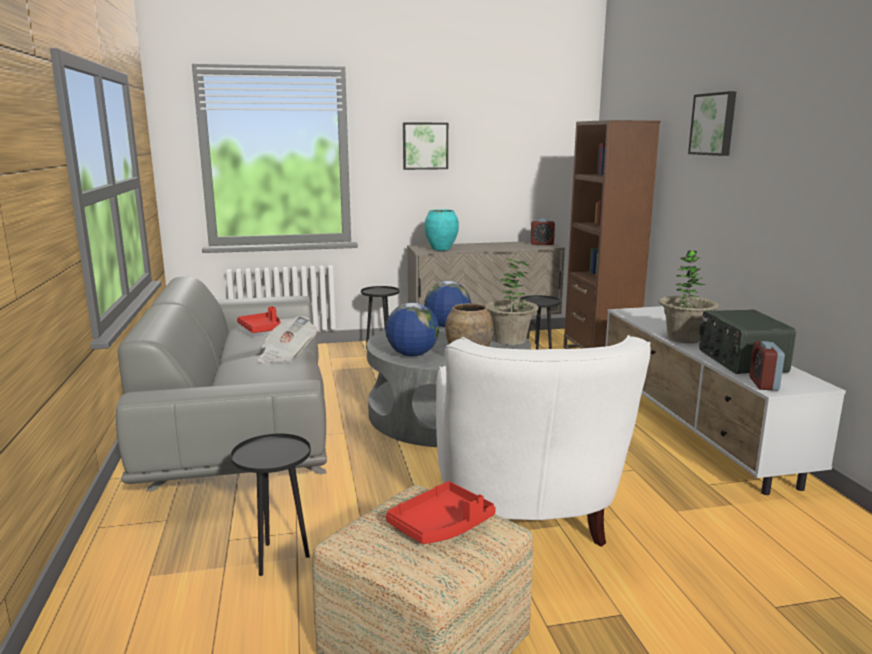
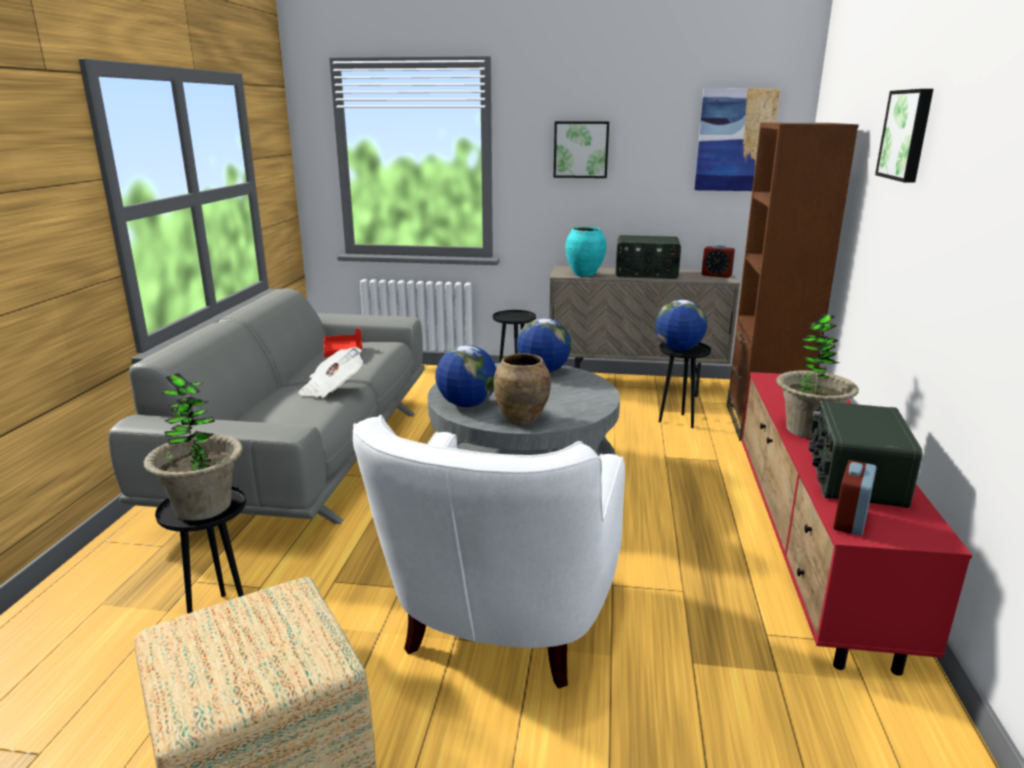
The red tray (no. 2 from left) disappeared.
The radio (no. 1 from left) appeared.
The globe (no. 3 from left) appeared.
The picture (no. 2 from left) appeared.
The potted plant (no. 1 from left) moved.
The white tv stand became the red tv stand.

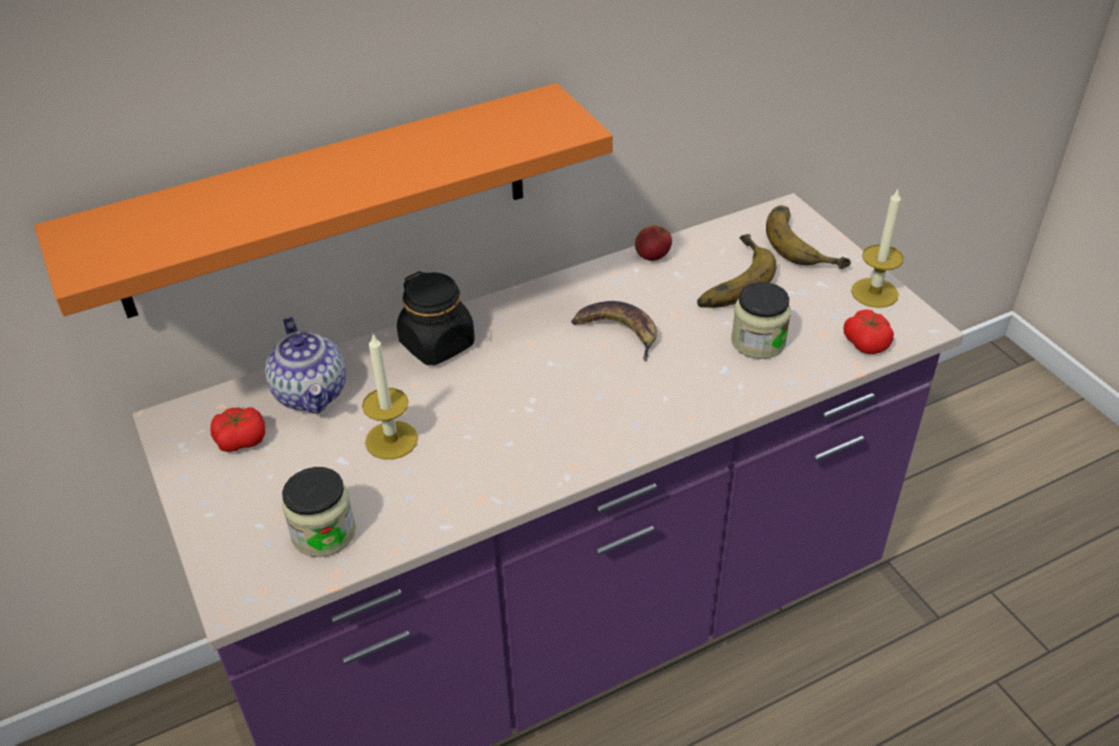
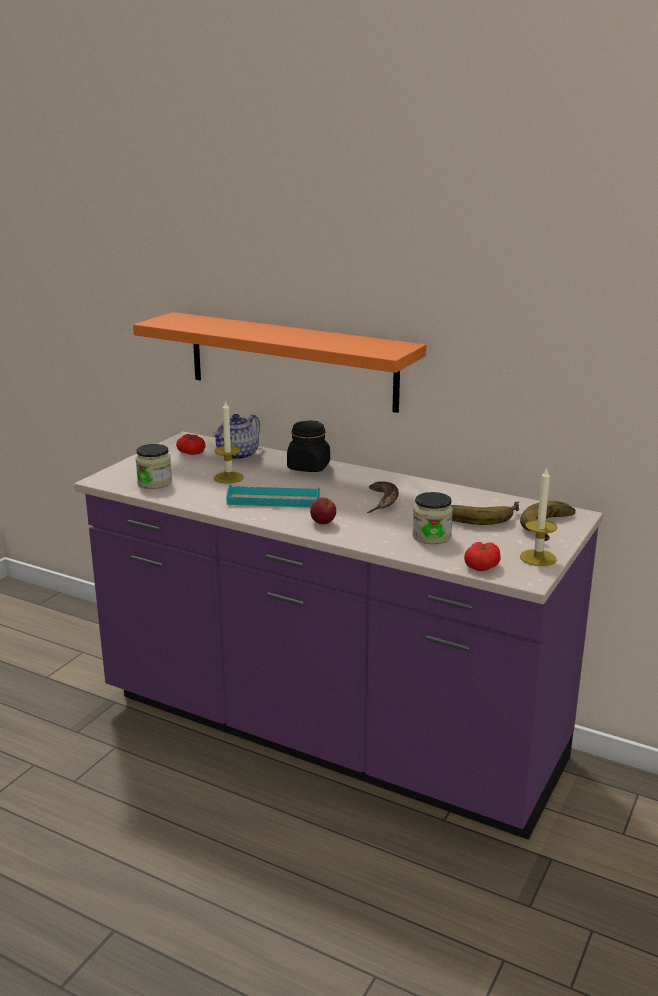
The turquoise tray appeared.
The apple moved.

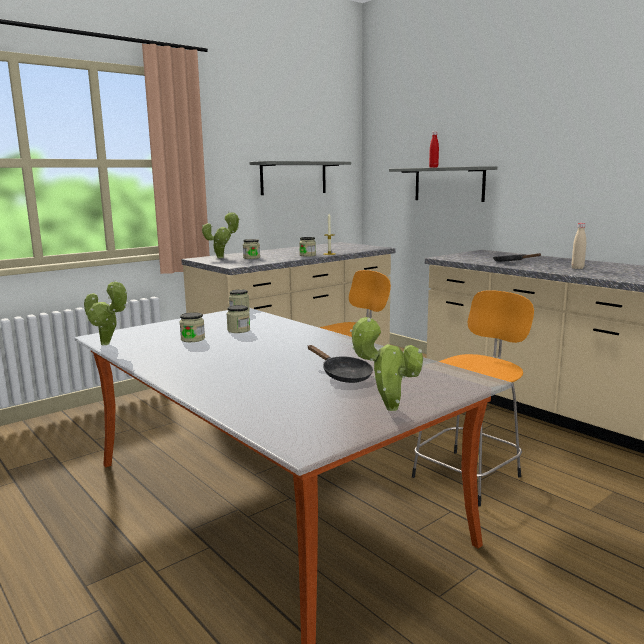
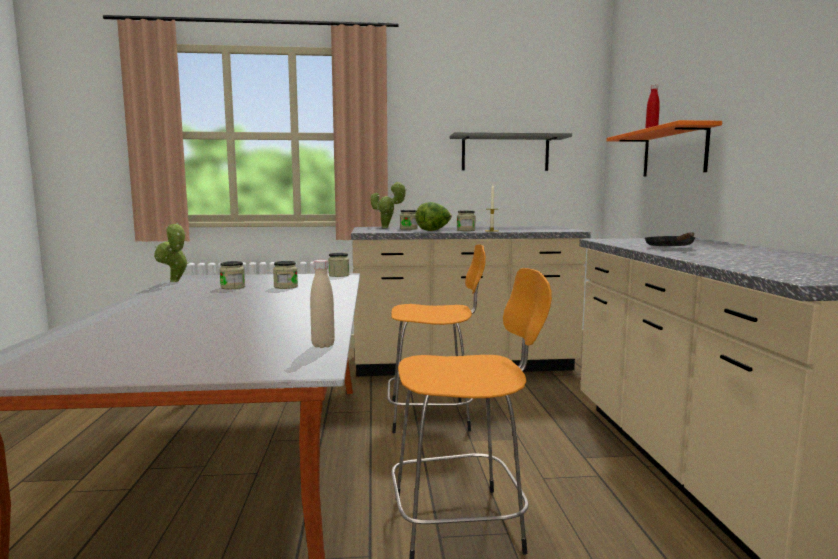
The black frying pan (no. 1 from left) disappeared.
The potted plant (no. 3 from left) disappeared.
The lettuce appeared.
The beige bottle moved.
The grey shelf (no. 2 from left) became the orange shelf.

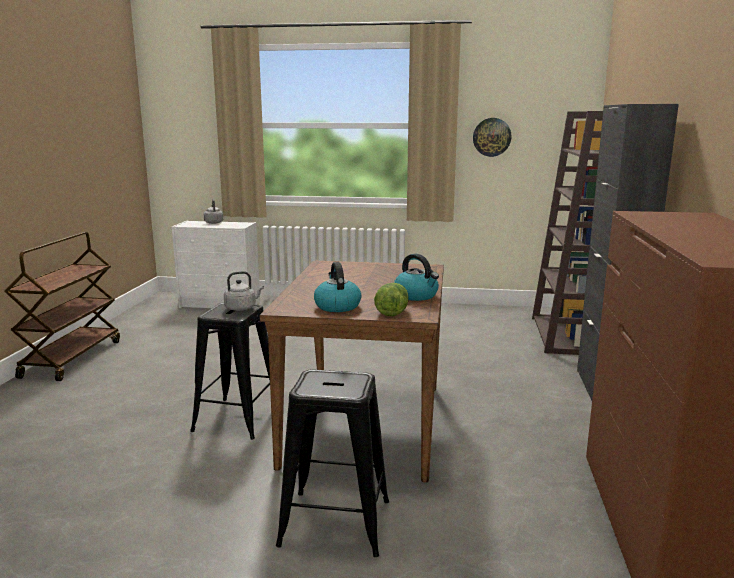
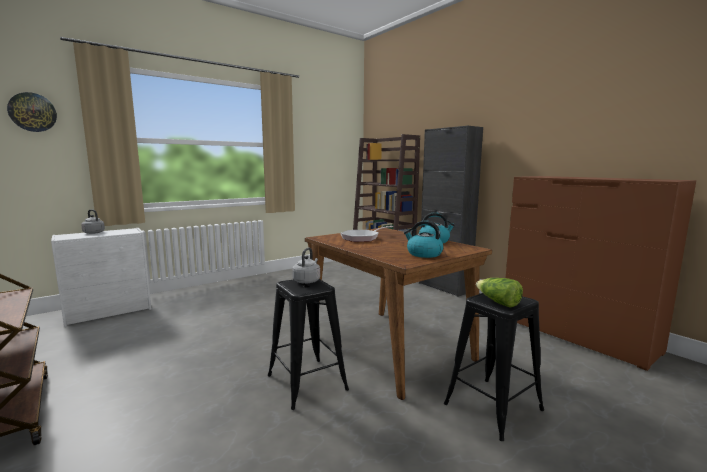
The frying pan appeared.
The lettuce moved.
The wall clock moved.

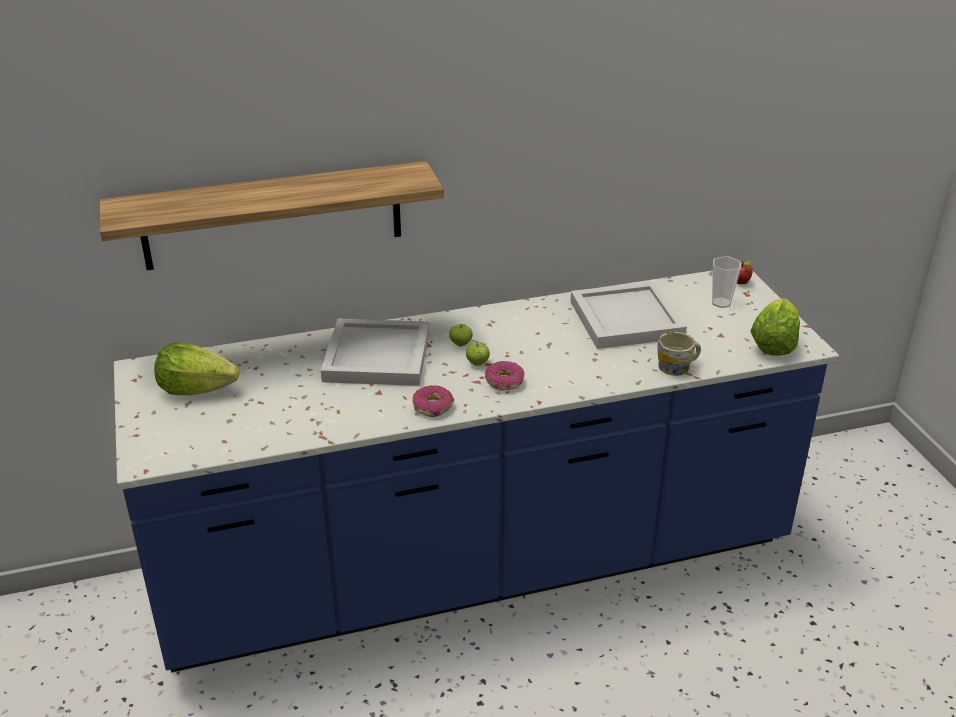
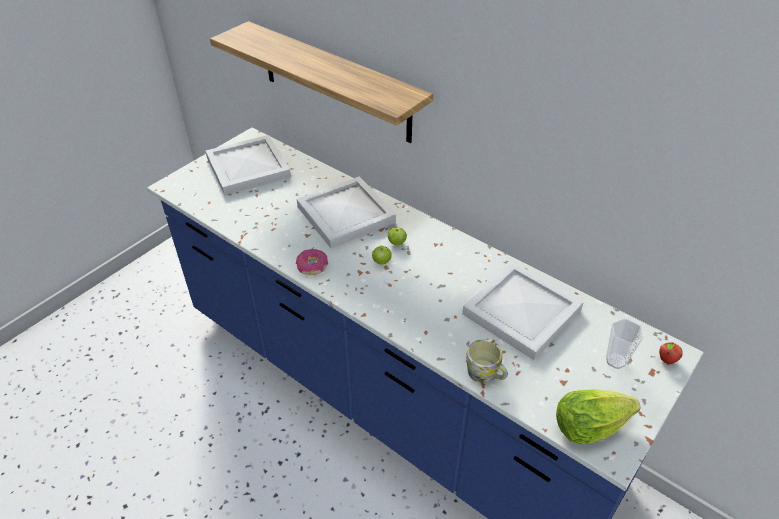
The donut (no. 2 from left) disappeared.
The lettuce (no. 1 from left) was replaced by the white tray (no. 1 from left).

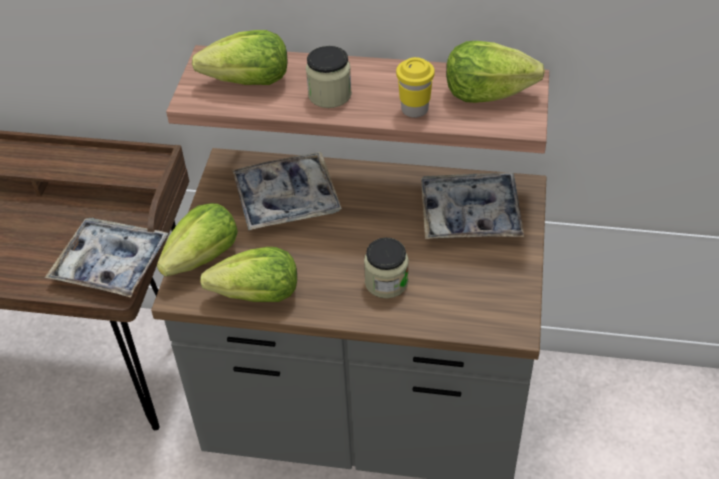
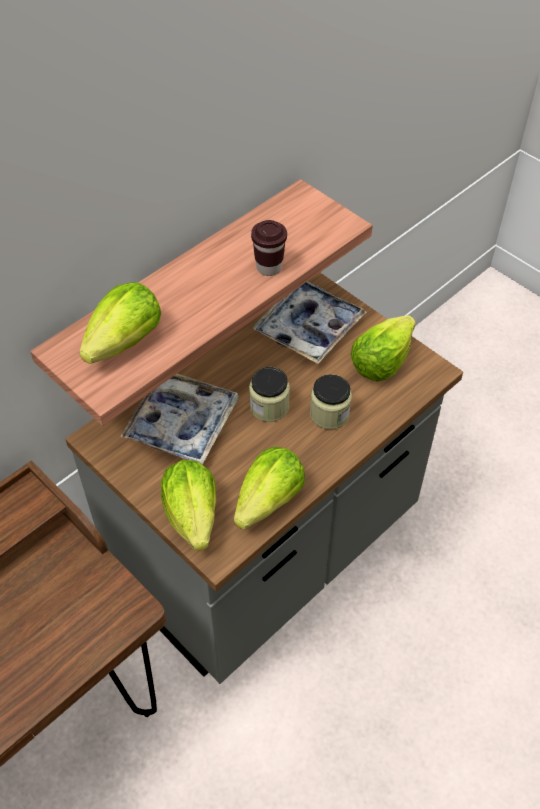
The tray (no. 1 from left) disappeared.
The jar (no. 1 from left) moved.
The lettuce (no. 4 from left) moved.
The yellow cup became the brown cup.

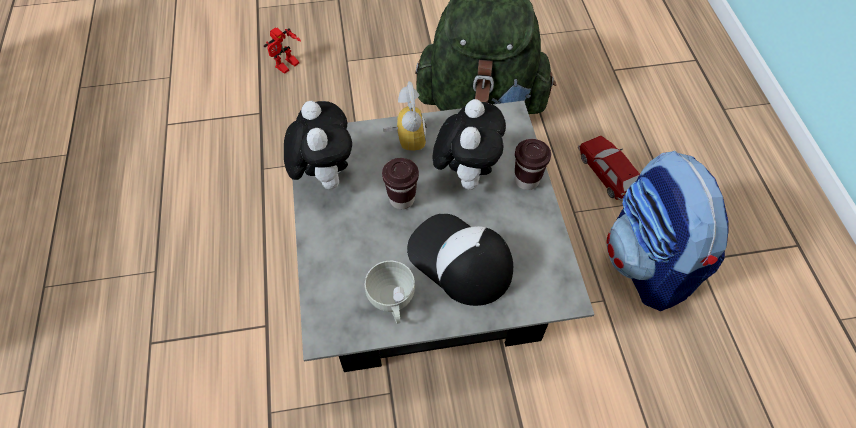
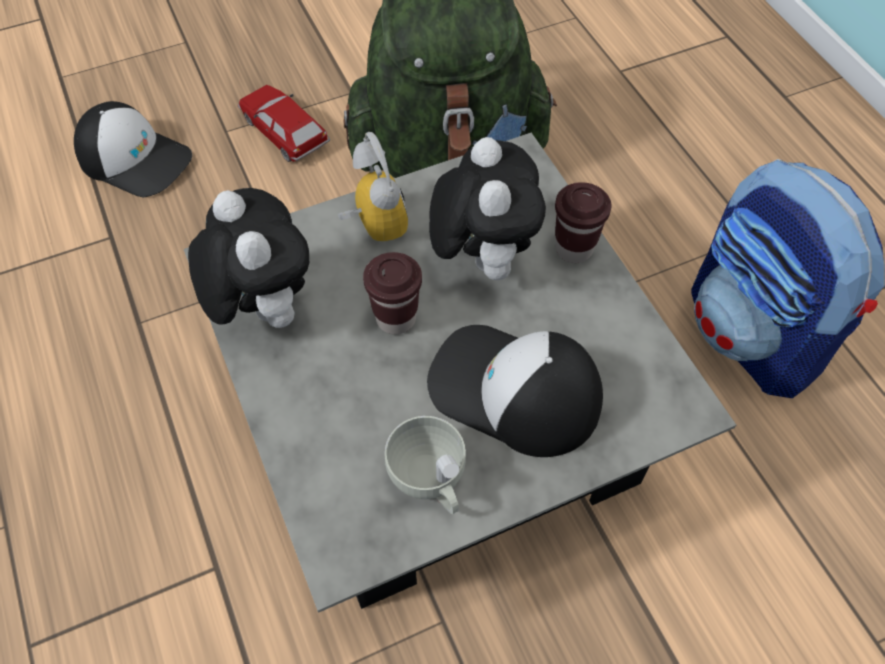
The toy car moved.
The toy robot was replaced by the cap (no. 1 from left).

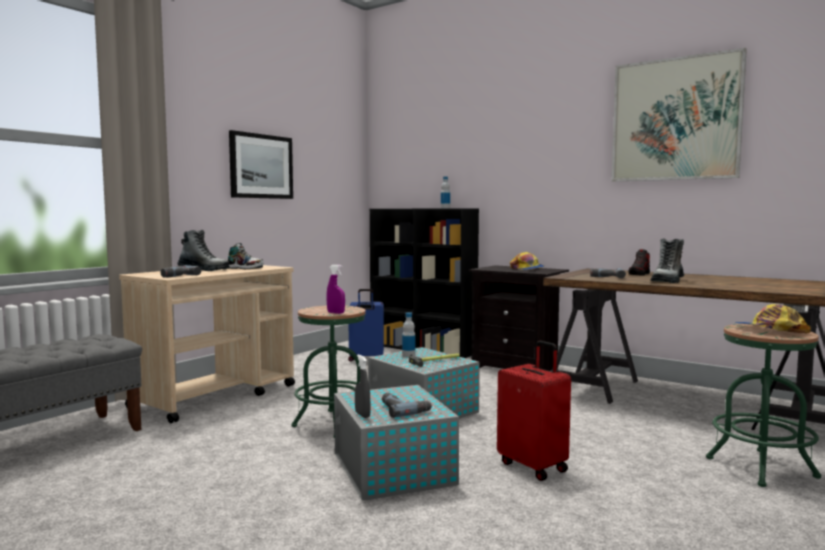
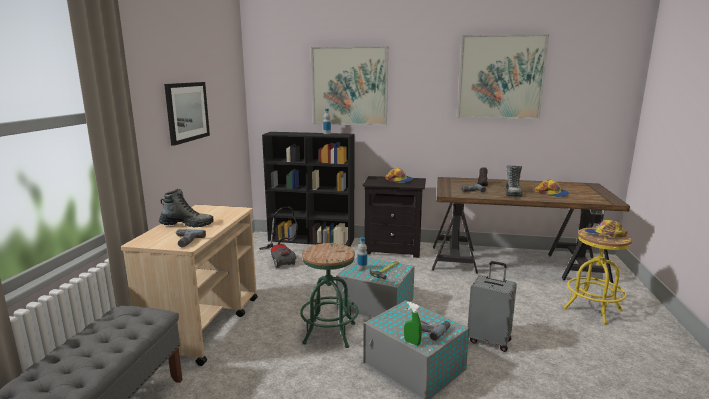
The shoe (no. 1 from left) disappeared.
The purple spray bottle disappeared.
The picture (no. 2 from left) appeared.
The cap (no. 2 from left) appeared.
The blue suitcase was replaced by the vacuum cleaner.
The grey spray bottle became the green spray bottle.
The red suitcase became the grey suitcase.
The green stool (no. 2 from left) became the yellow stool.

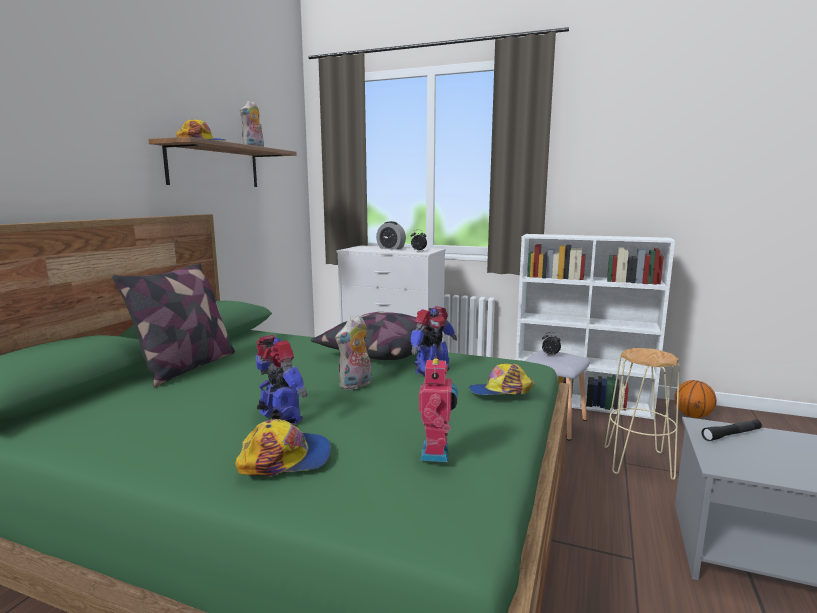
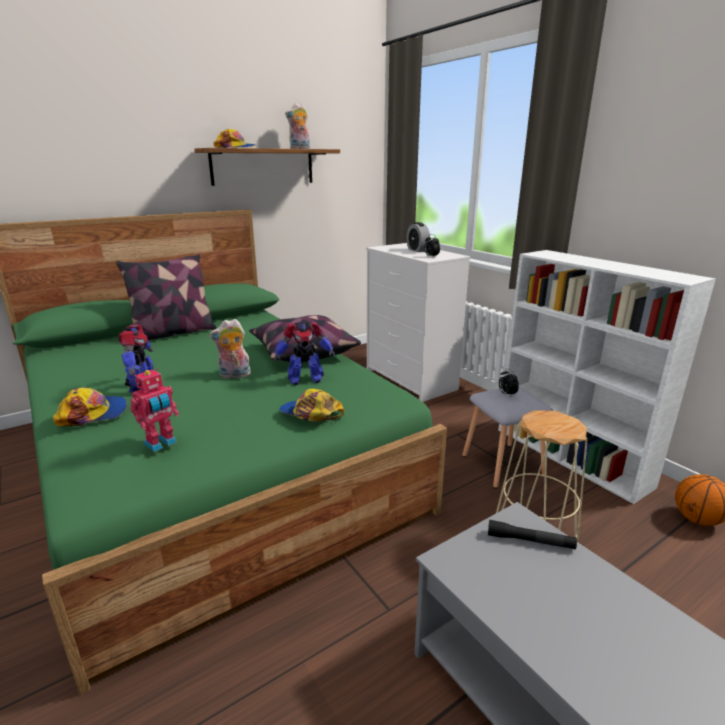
The cap (no. 2 from left in the first image) turned 45 degrees counterclockwise.

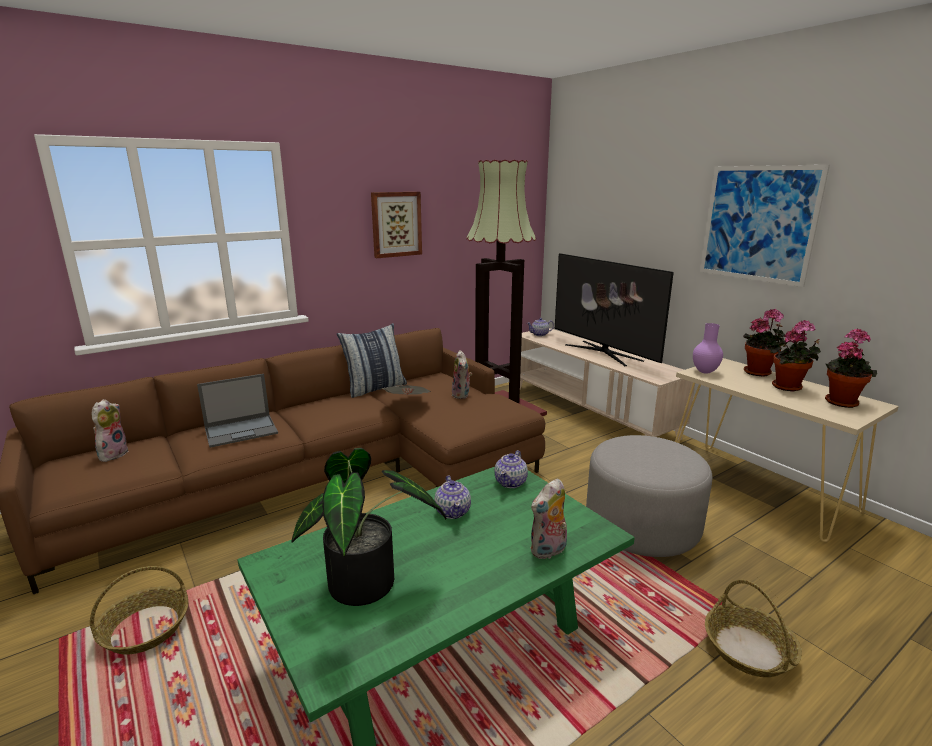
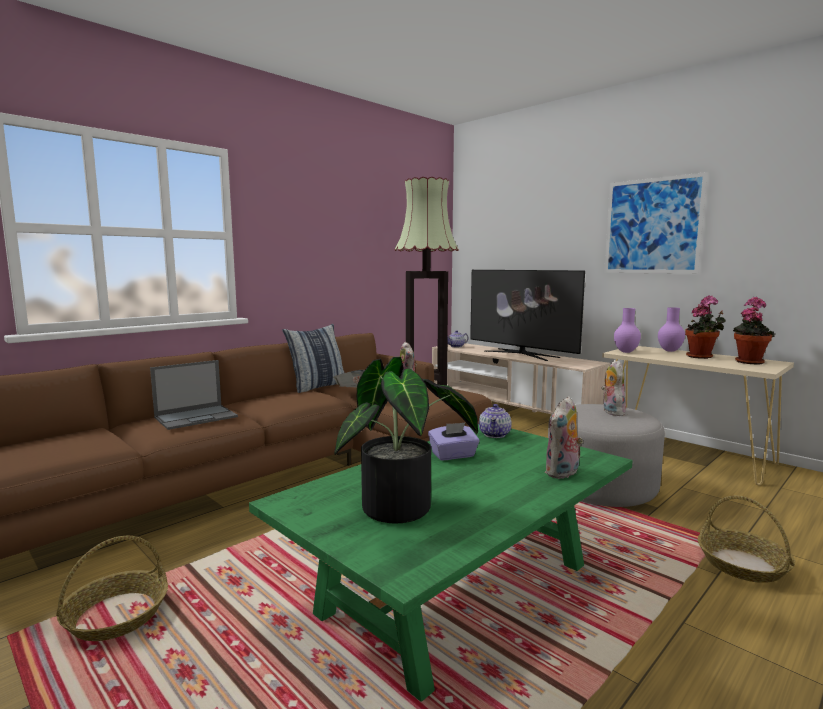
The picture (no. 1 from left) disappeared.
The plush toy (no. 1 from left in the first image) moved.
The teapot (no. 1 from left) was replaced by the purple tissue box.
The potted plant (no. 2 from left) was replaced by the purple vase (no. 2 from left).

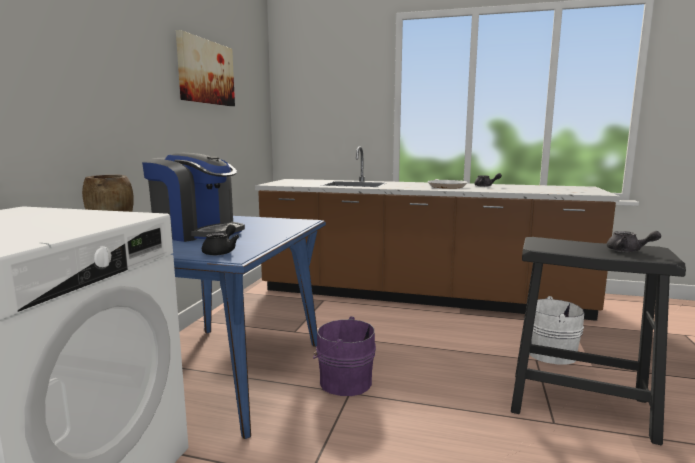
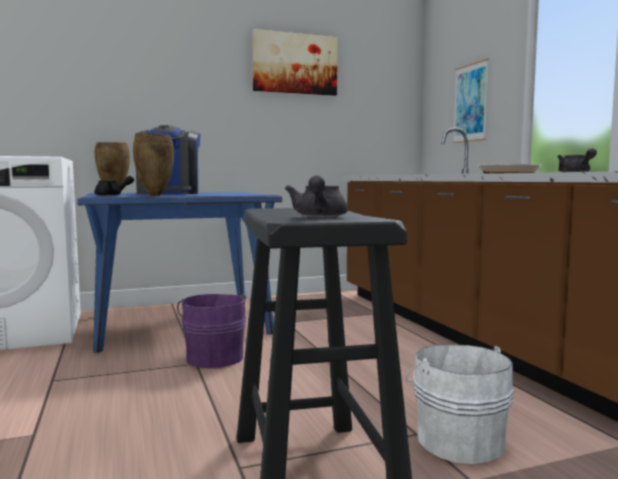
The brown vase (no. 2 from left) appeared.
The picture (no. 2 from left) appeared.

